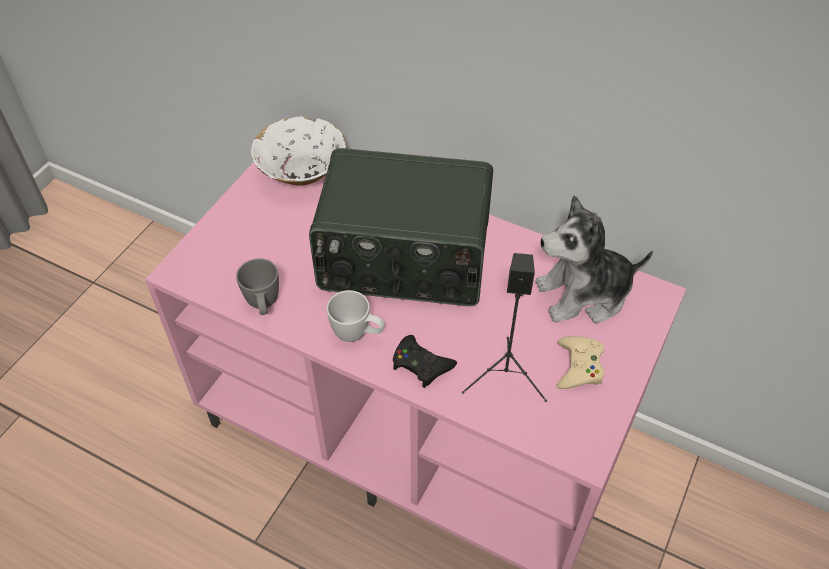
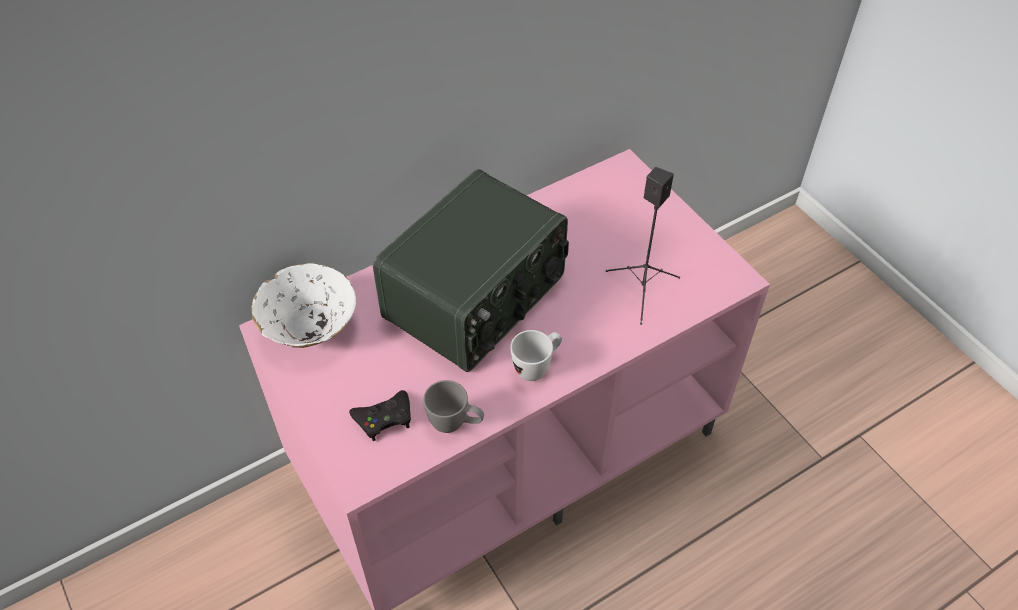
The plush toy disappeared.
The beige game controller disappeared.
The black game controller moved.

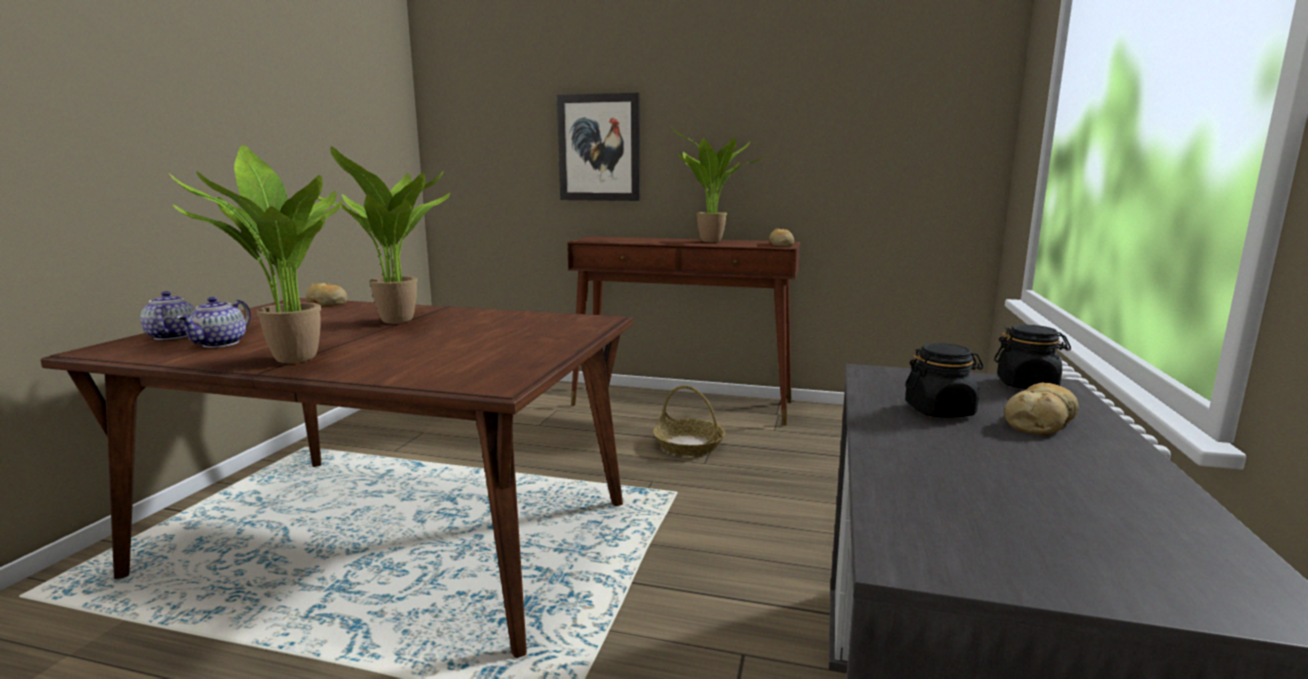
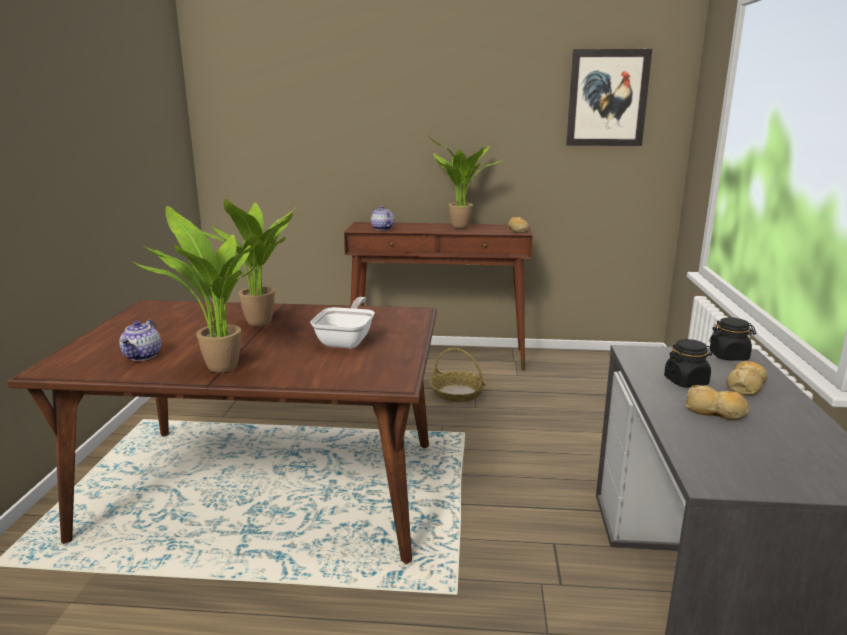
The frying pan appeared.
The teapot (no. 1 from left in the first image) moved.
The bread (no. 1 from left in the first image) moved.
The picture moved.

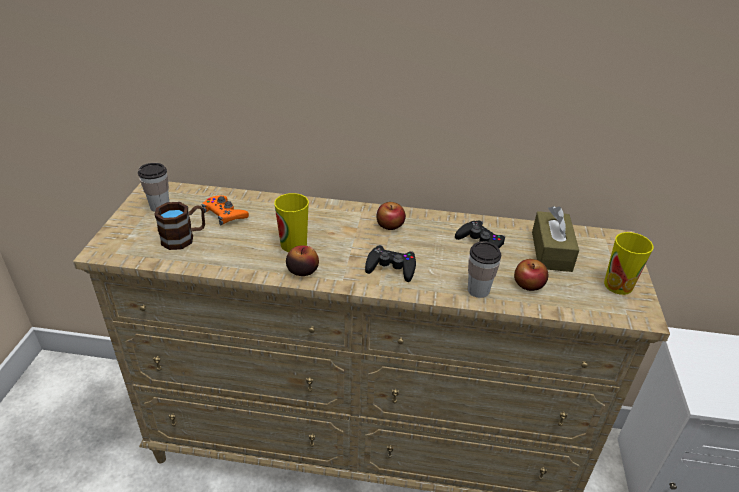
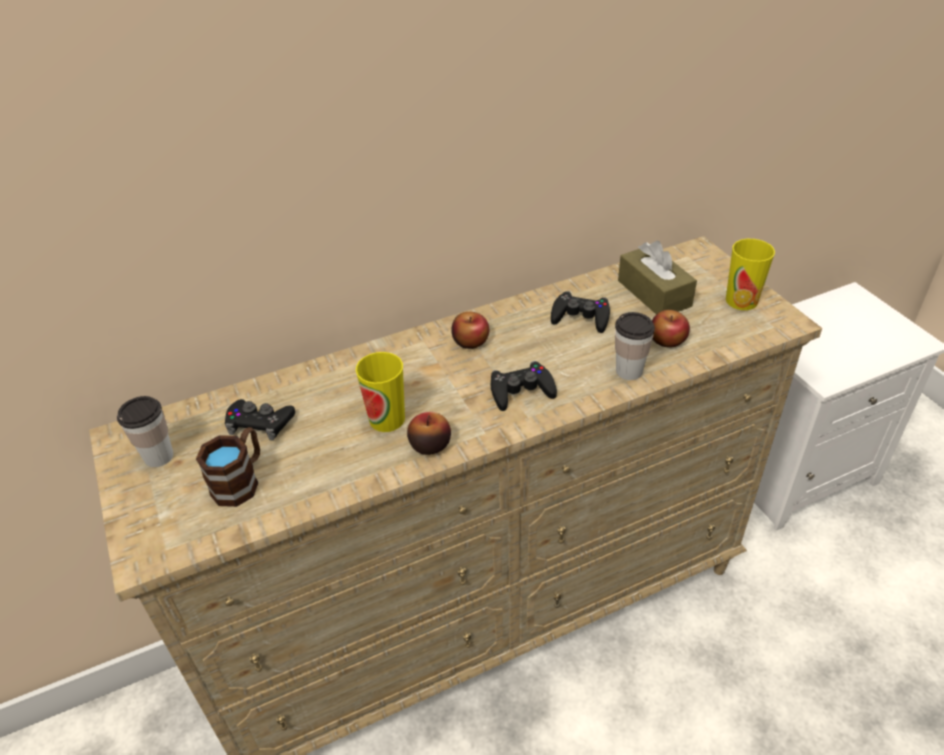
The orange game controller became the black game controller (no. 1 from left).

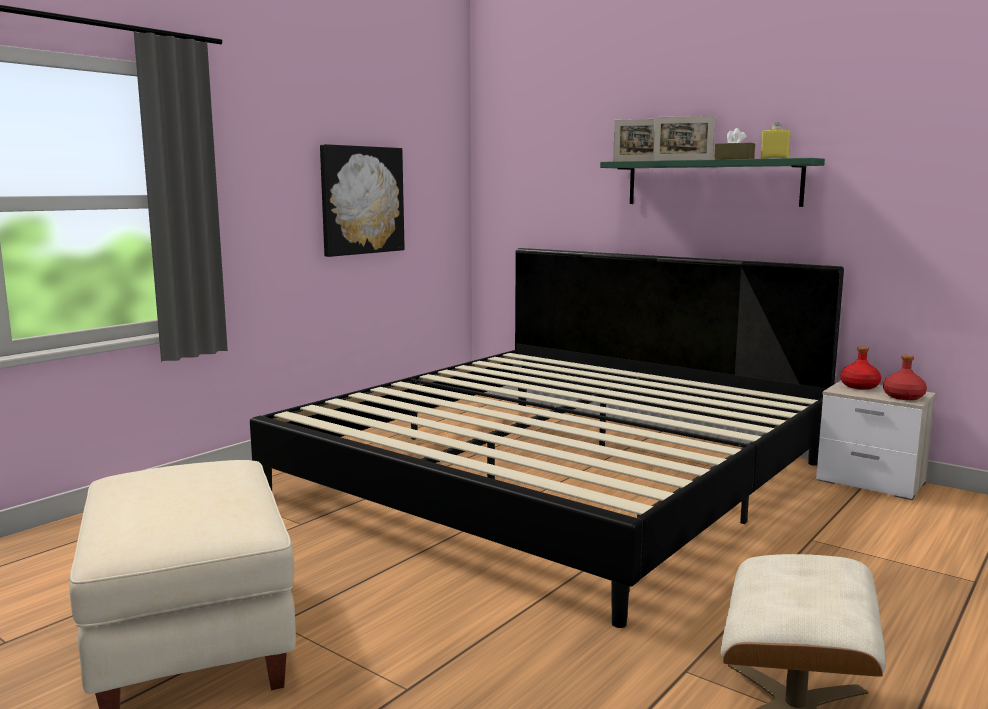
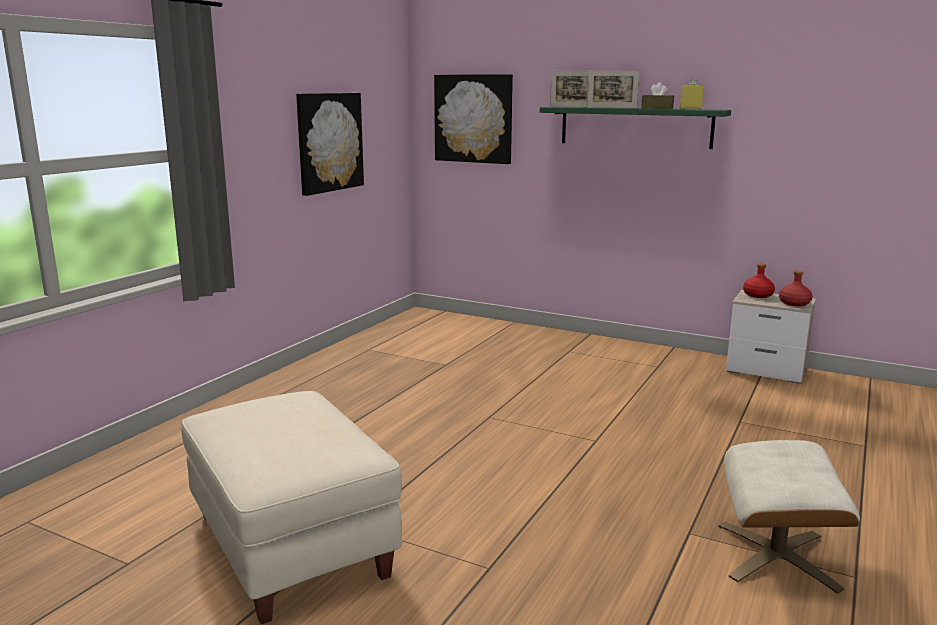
The bed disappeared.
The picture (no. 2 from left) appeared.

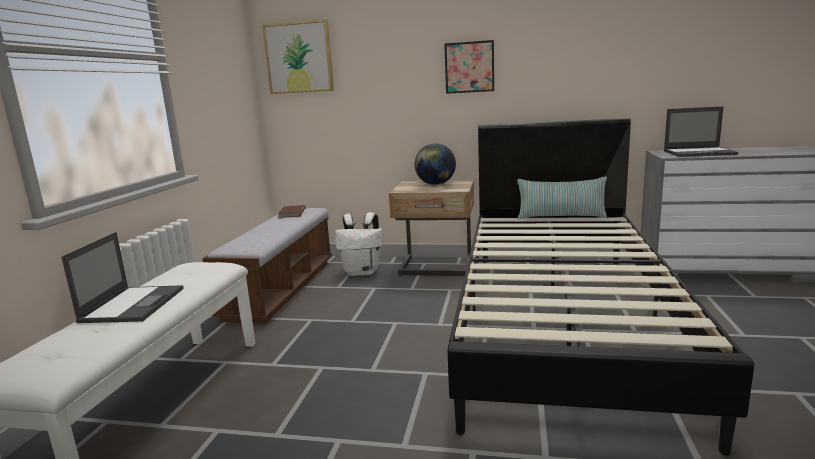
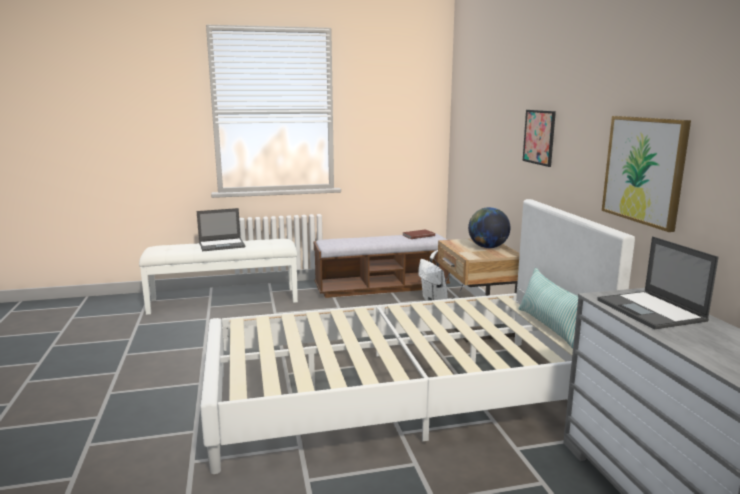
The picture (no. 1 from left in the first image) moved.
The black bed became the white bed.

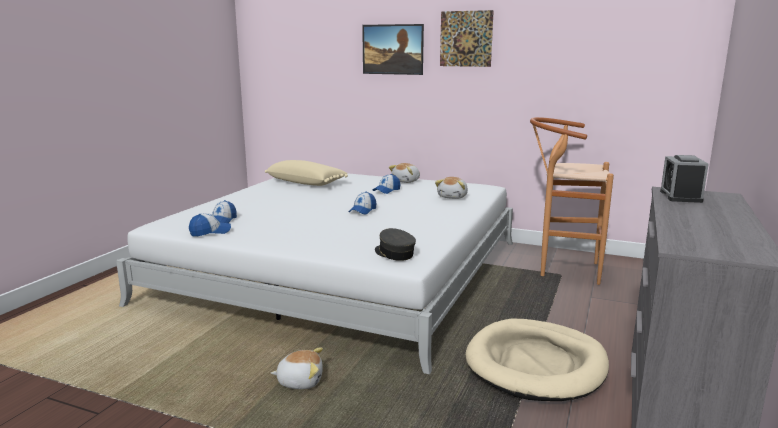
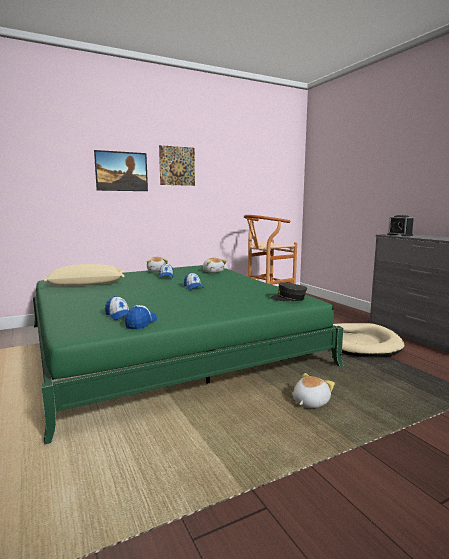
The white bed became the green bed.

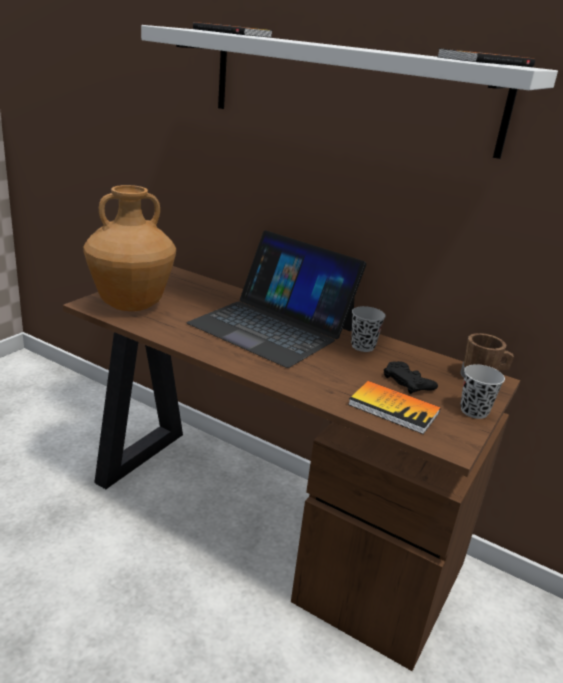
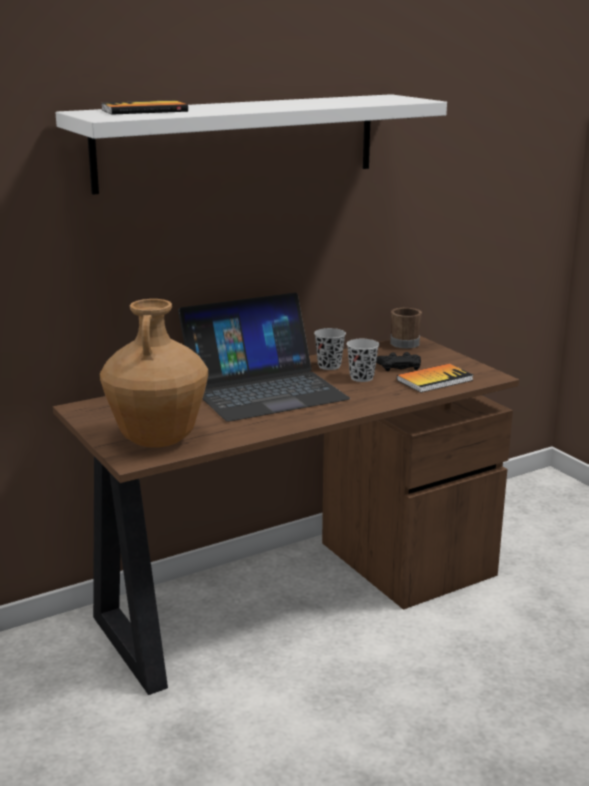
The book (no. 3 from left) disappeared.
The black cup (no. 2 from left) moved.

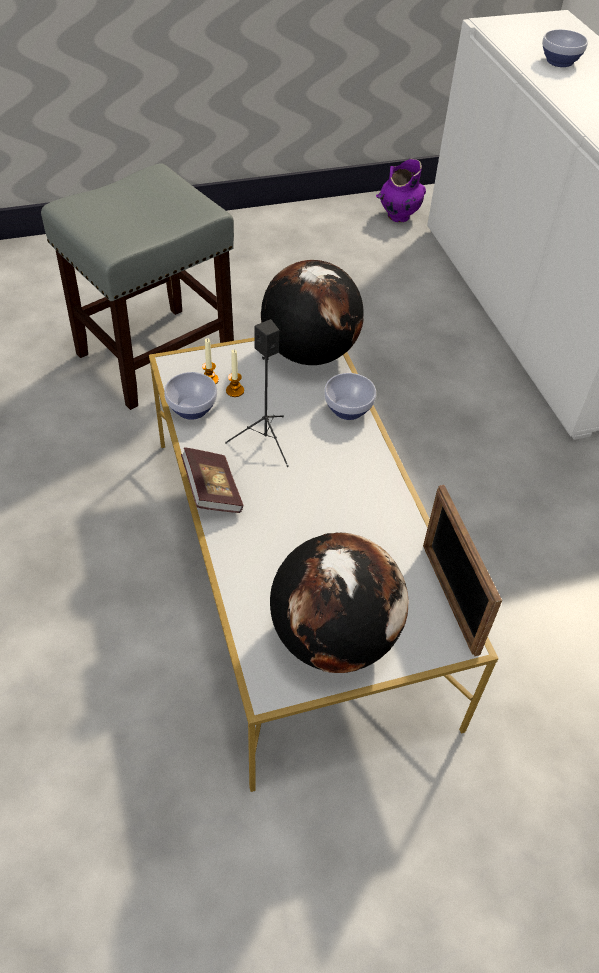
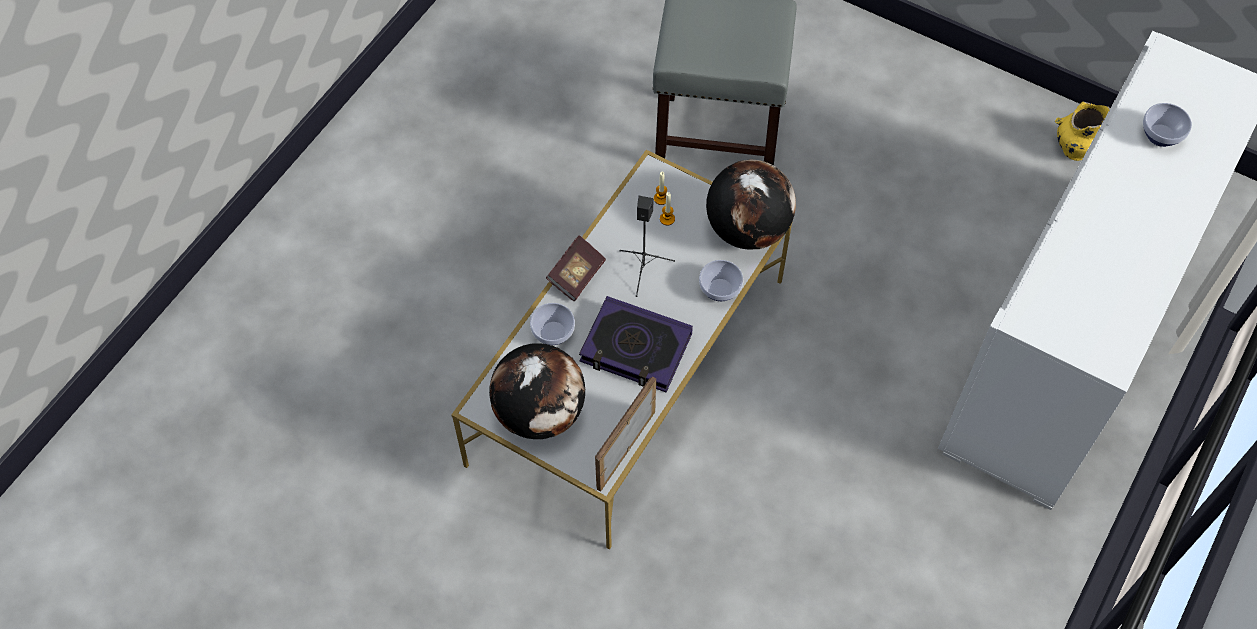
The book (no. 2 from left) appeared.
The bowl (no. 1 from left) moved.
The purple vase became the yellow vase.

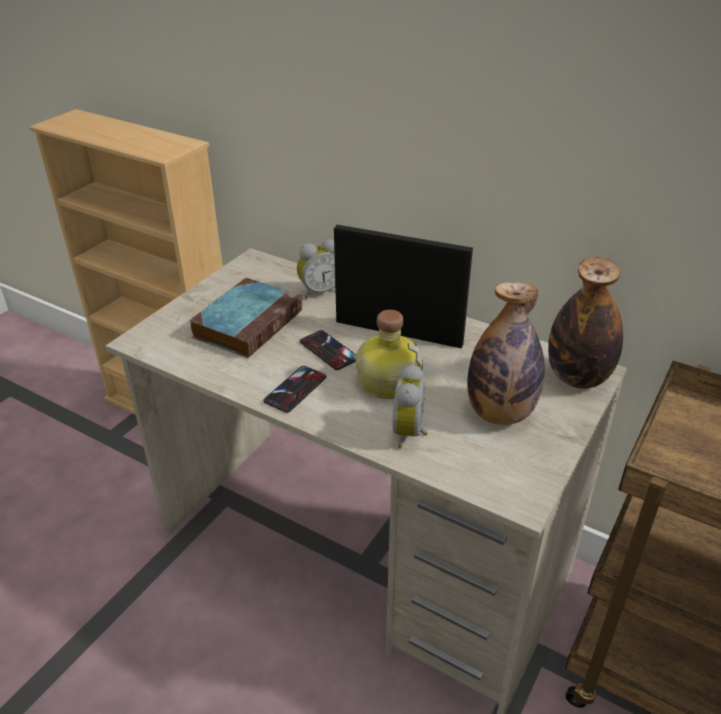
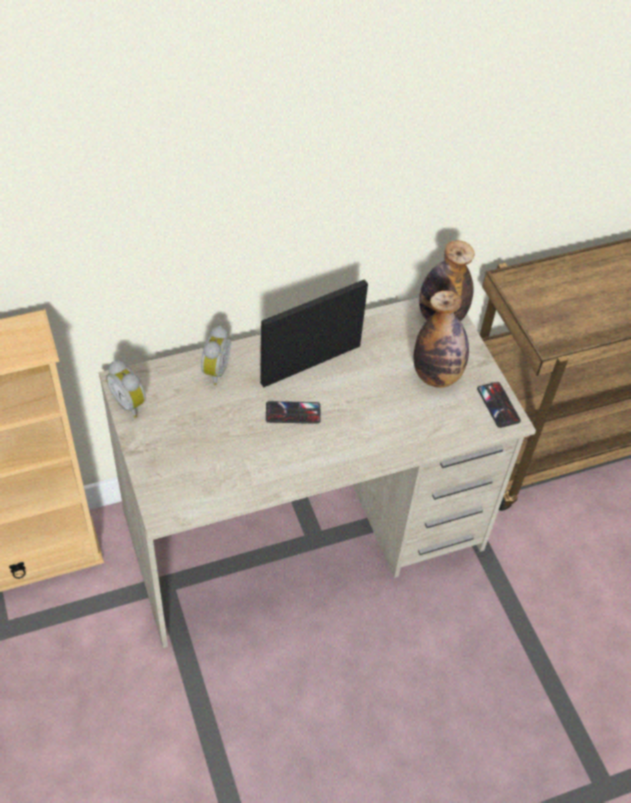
The book disappeared.
The bottle (no. 1 from left) disappeared.
The phone (no. 1 from left in the first image) moved.
The alarm clock (no. 2 from left in the first image) moved.

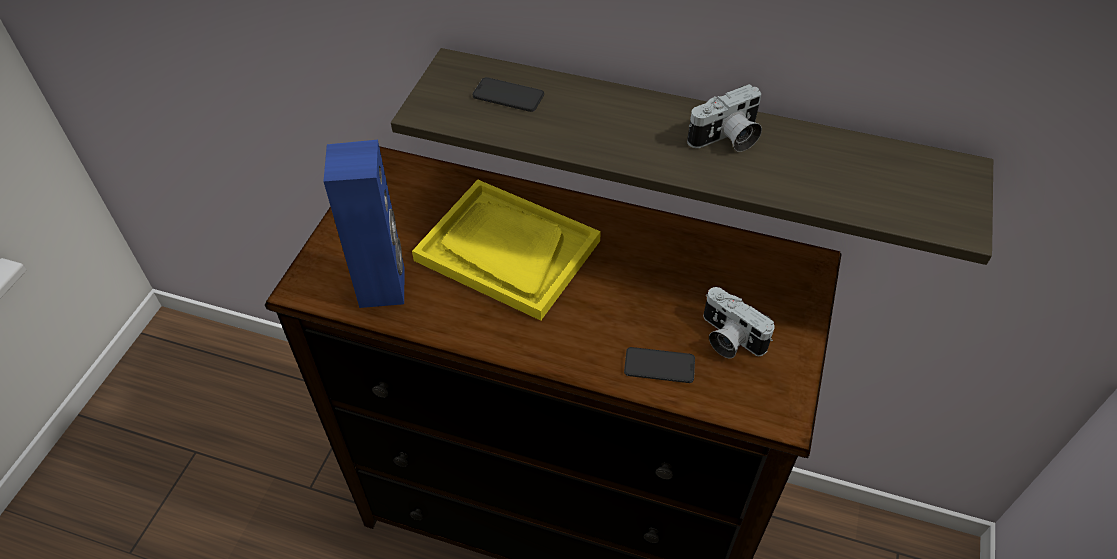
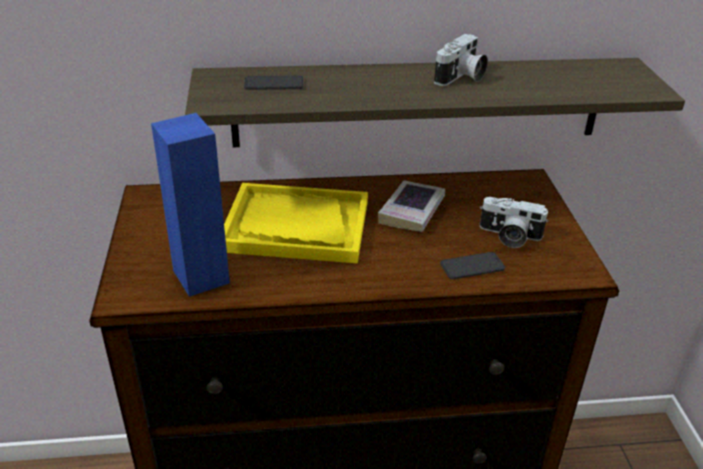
The book appeared.

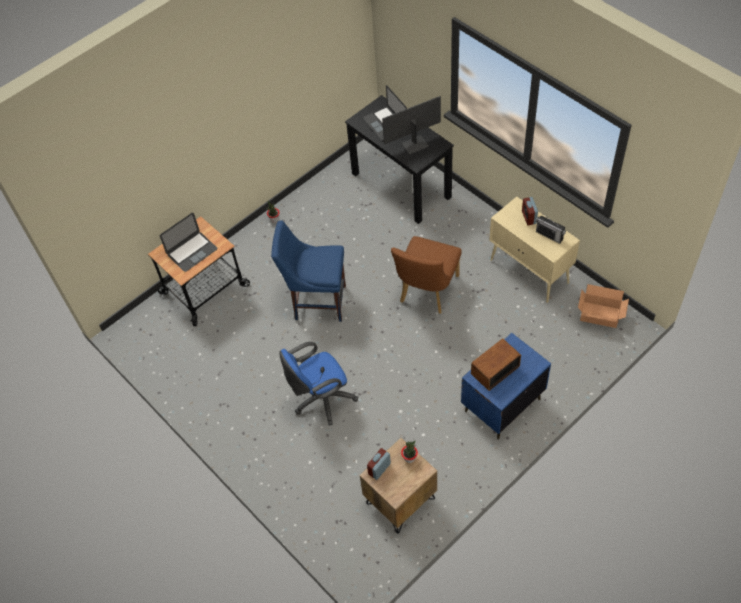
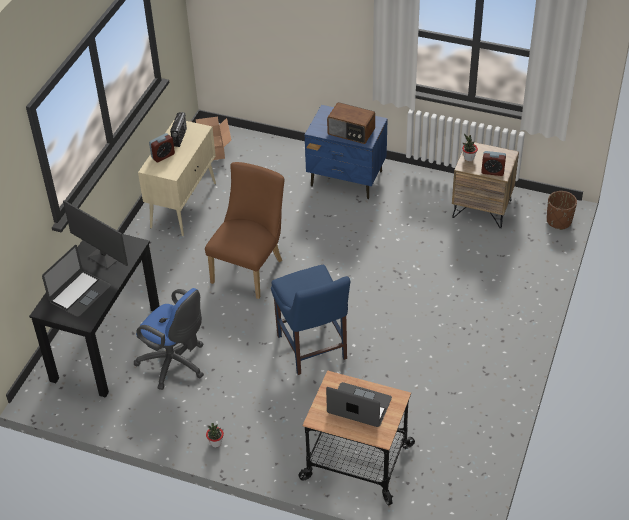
The brown planter appeared.
The blue office chair moved.
The brown chair turned 60 degrees counterclockwise.

